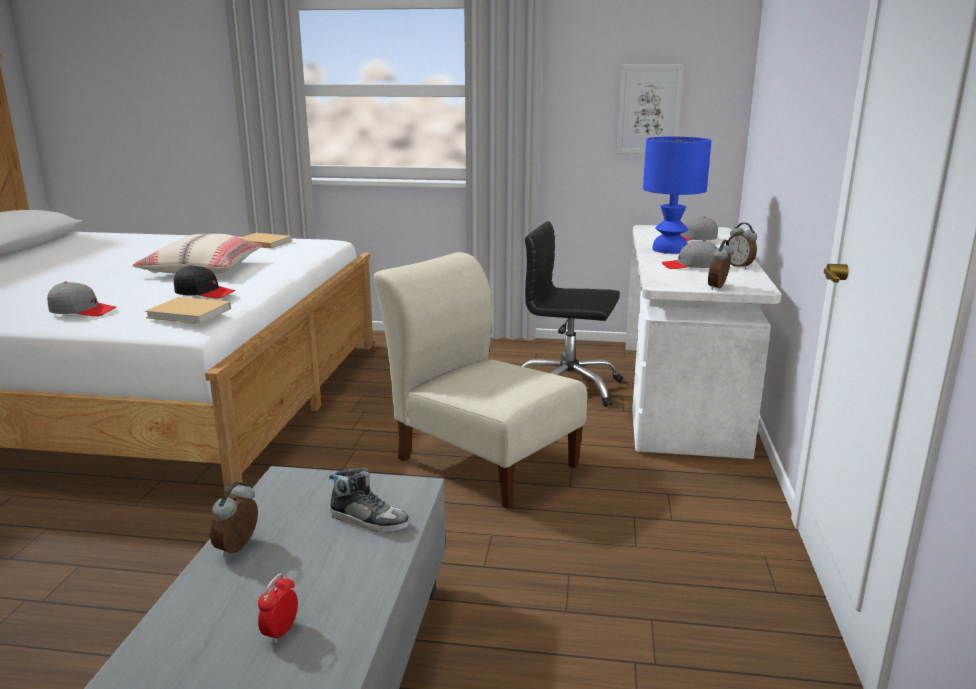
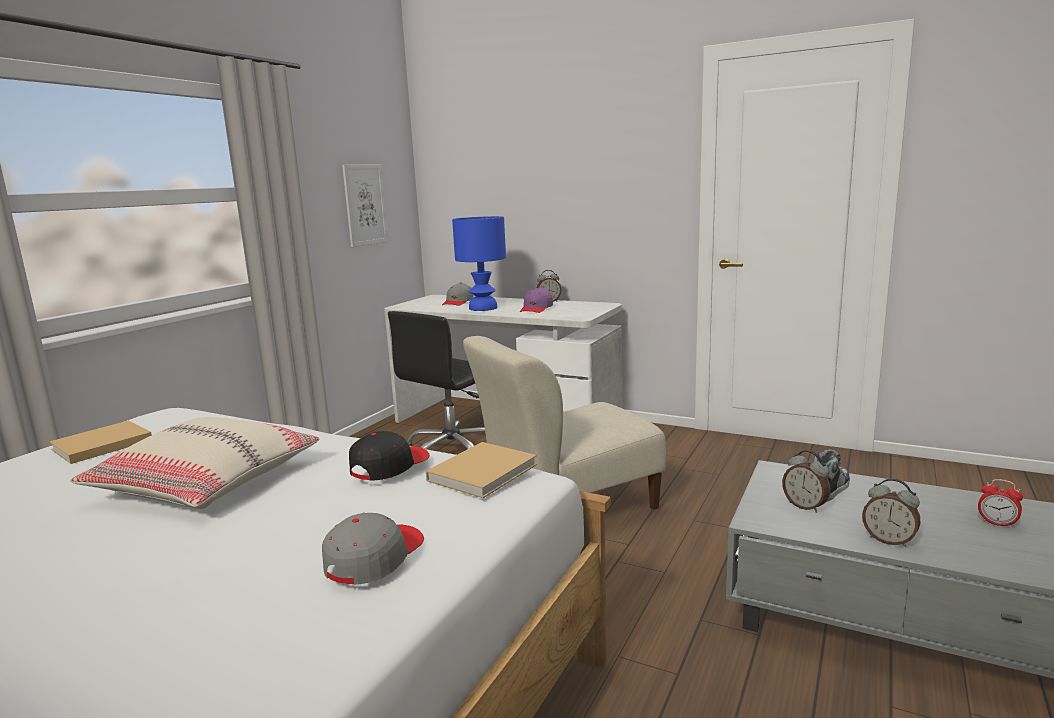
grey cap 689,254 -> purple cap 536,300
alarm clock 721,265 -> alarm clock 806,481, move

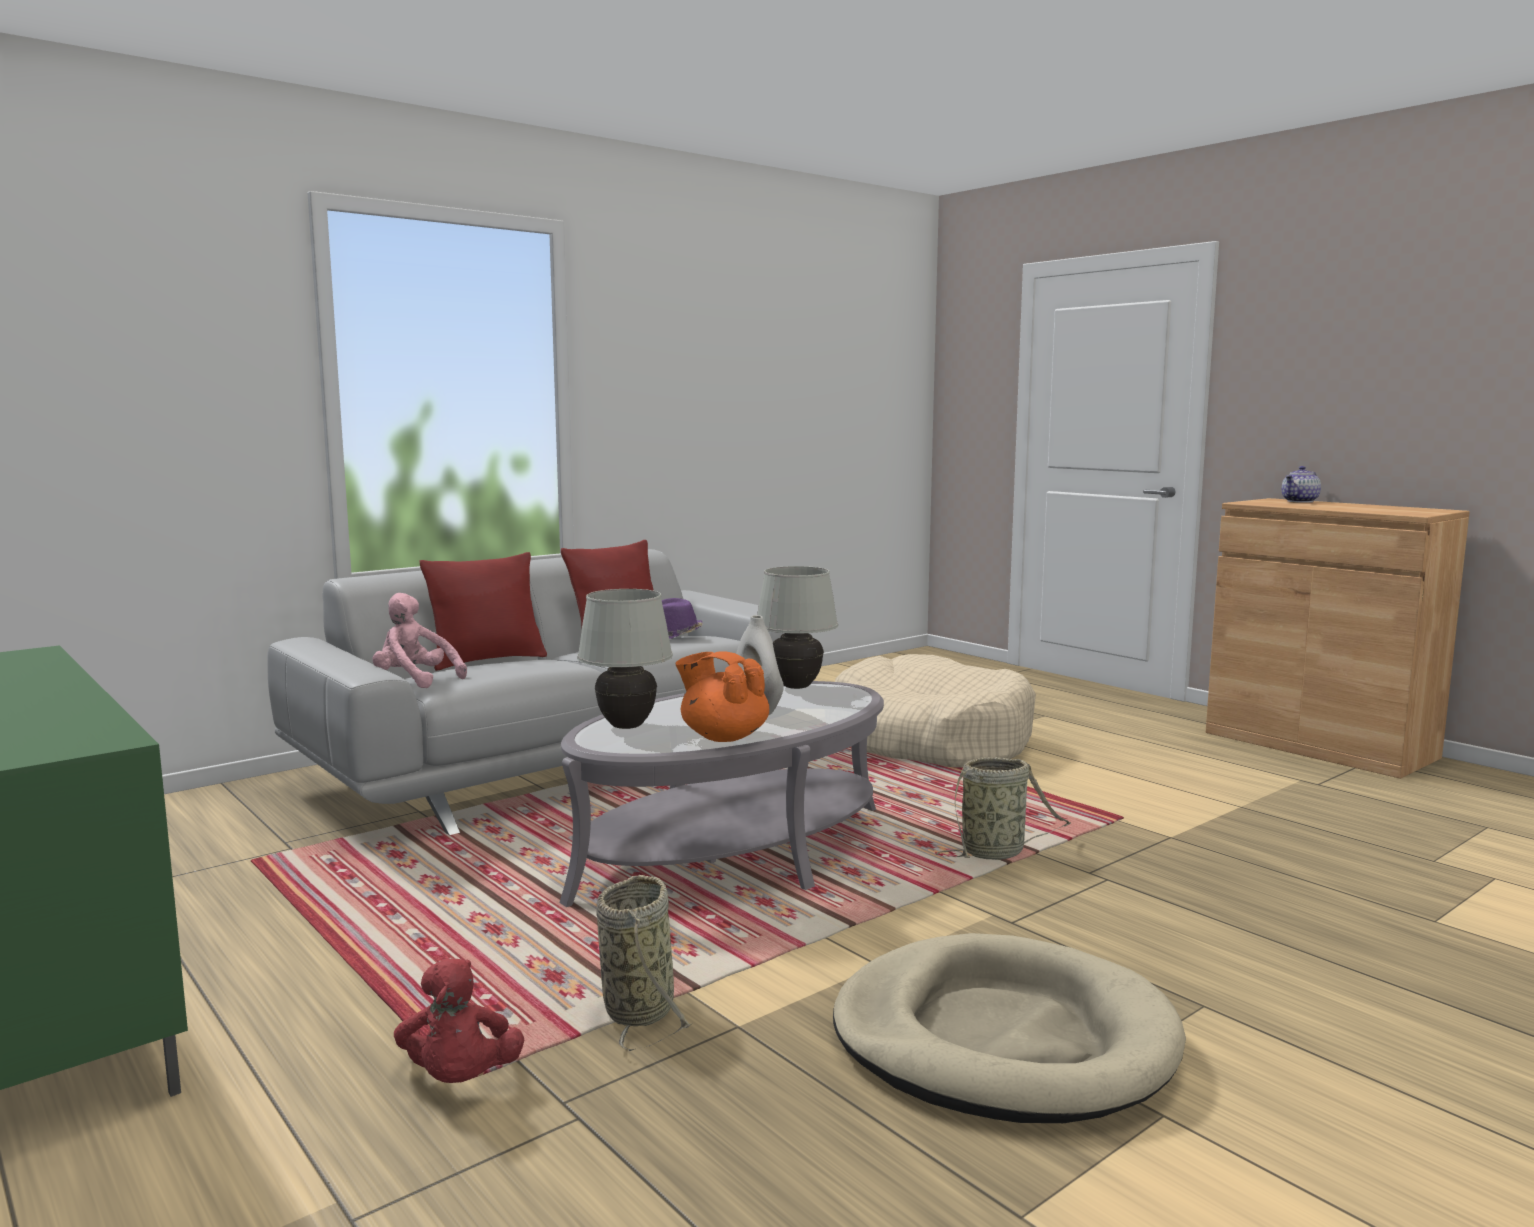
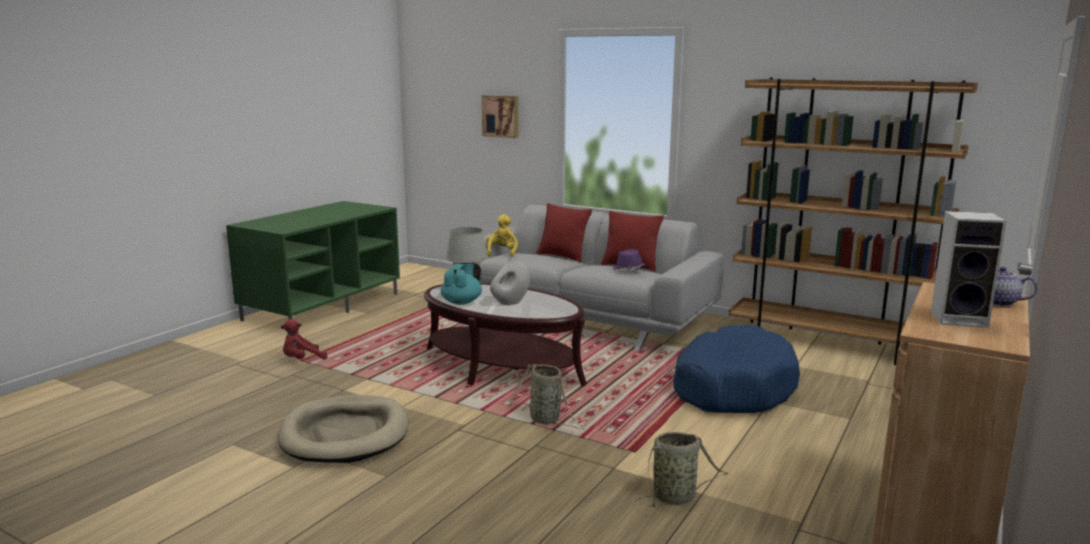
pink plush toy 420,640 -> yellow plush toy 502,235
grey coffee table 721,794 -> brown coffee table 505,334
basket 644,963 -> basket 682,470, move
orange teapot 722,696 -> turquoise teapot 461,284
white table lamp 797,627 -> none
beige dog bed 935,711 -> blue dog bed 736,369
none -> picture 500,116
none -> brown bookcase 853,221
none -> speaker 969,269

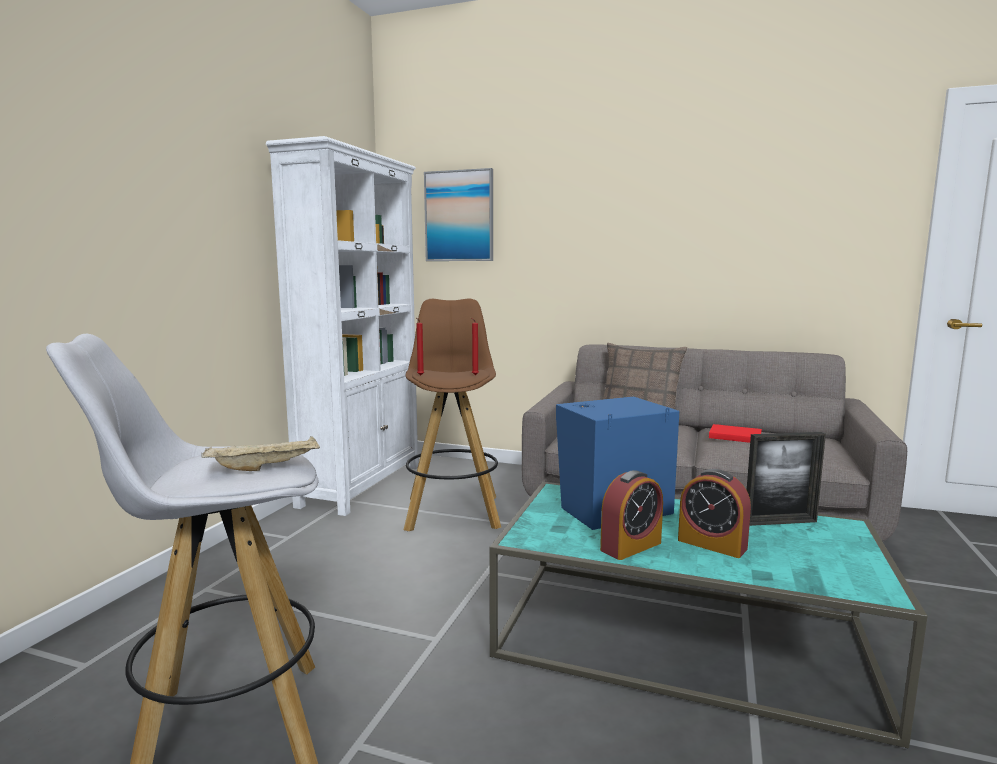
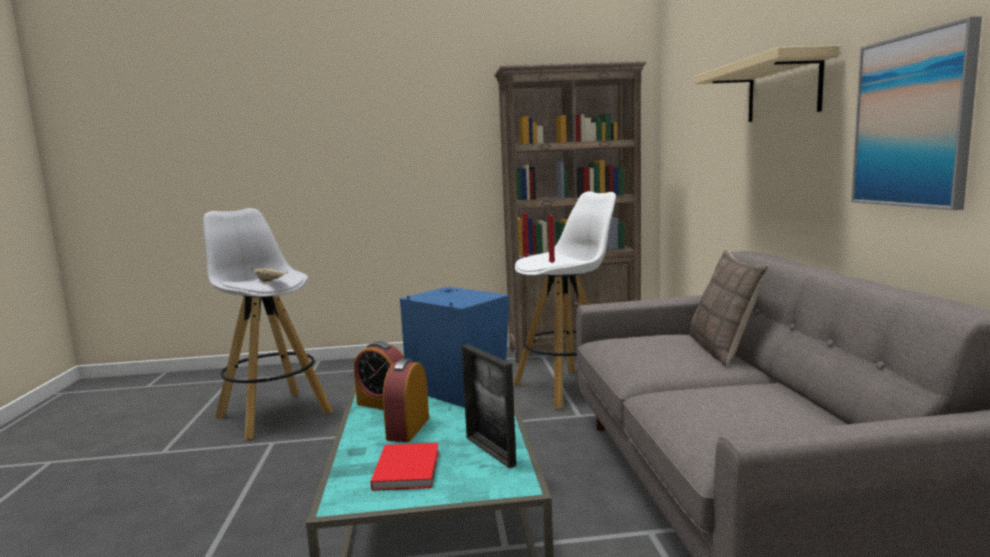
white bookcase 342,326 -> brown bookcase 570,212
brown stool 452,414 -> white stool 564,300
picture 458,214 -> picture 916,113, move
red book 735,433 -> red book 405,467, move
none -> beige shelf 767,83

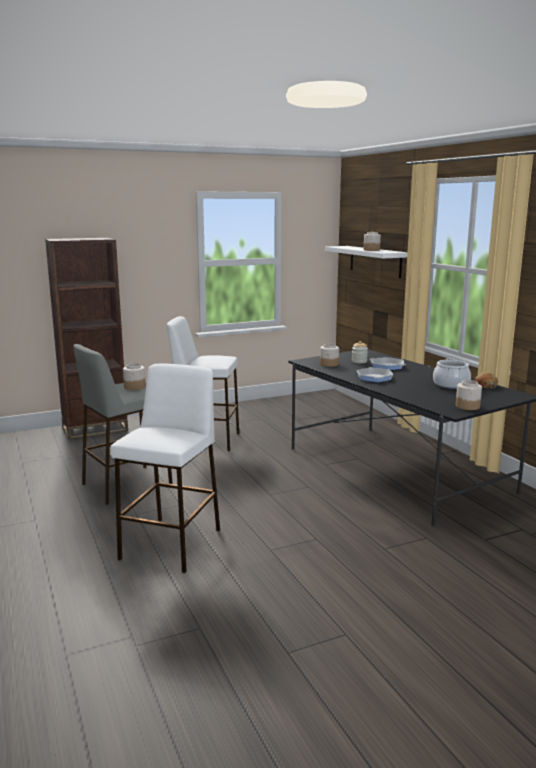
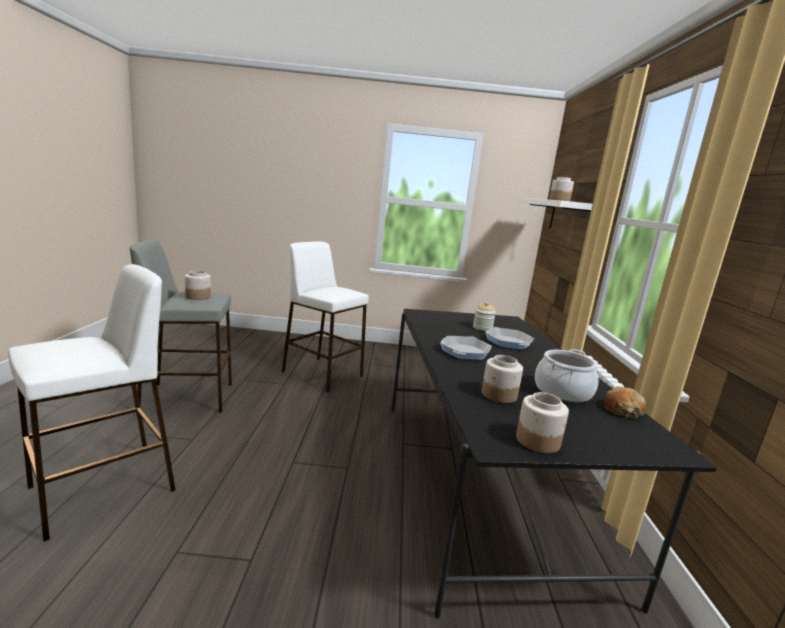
brown bookcase 86,339 -> none
jar 329,355 -> jar 502,379, move

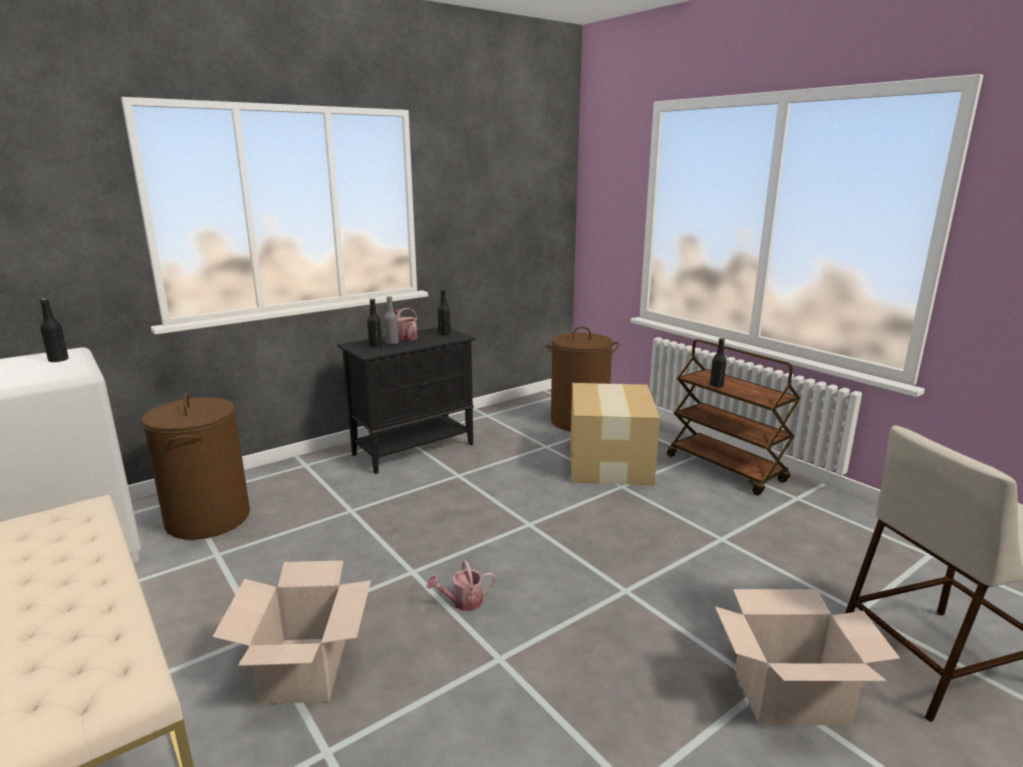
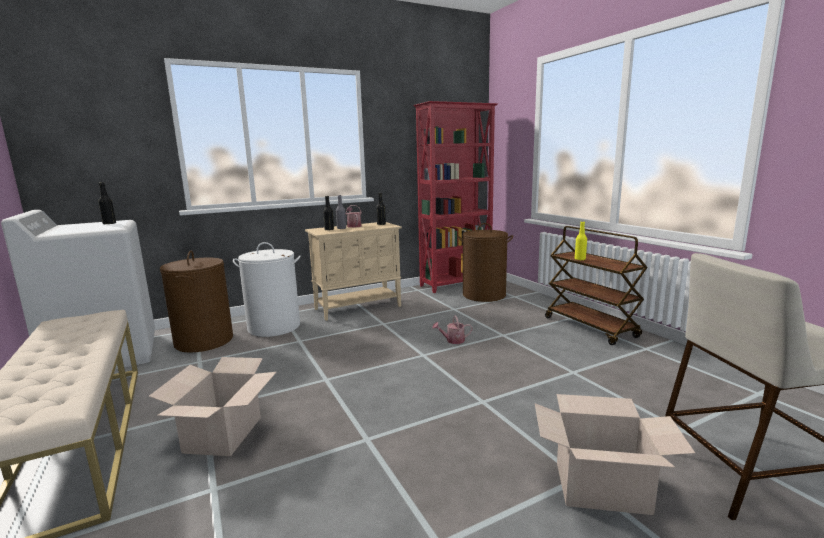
black cabinet 407,400 -> beige cabinet 353,271
watering can 461,586 -> watering can 452,329, move
cardboard box 615,434 -> none
black bottle 718,362 -> yellow bottle 581,240
none -> white laundry basket 267,289
none -> red bookcase 455,197

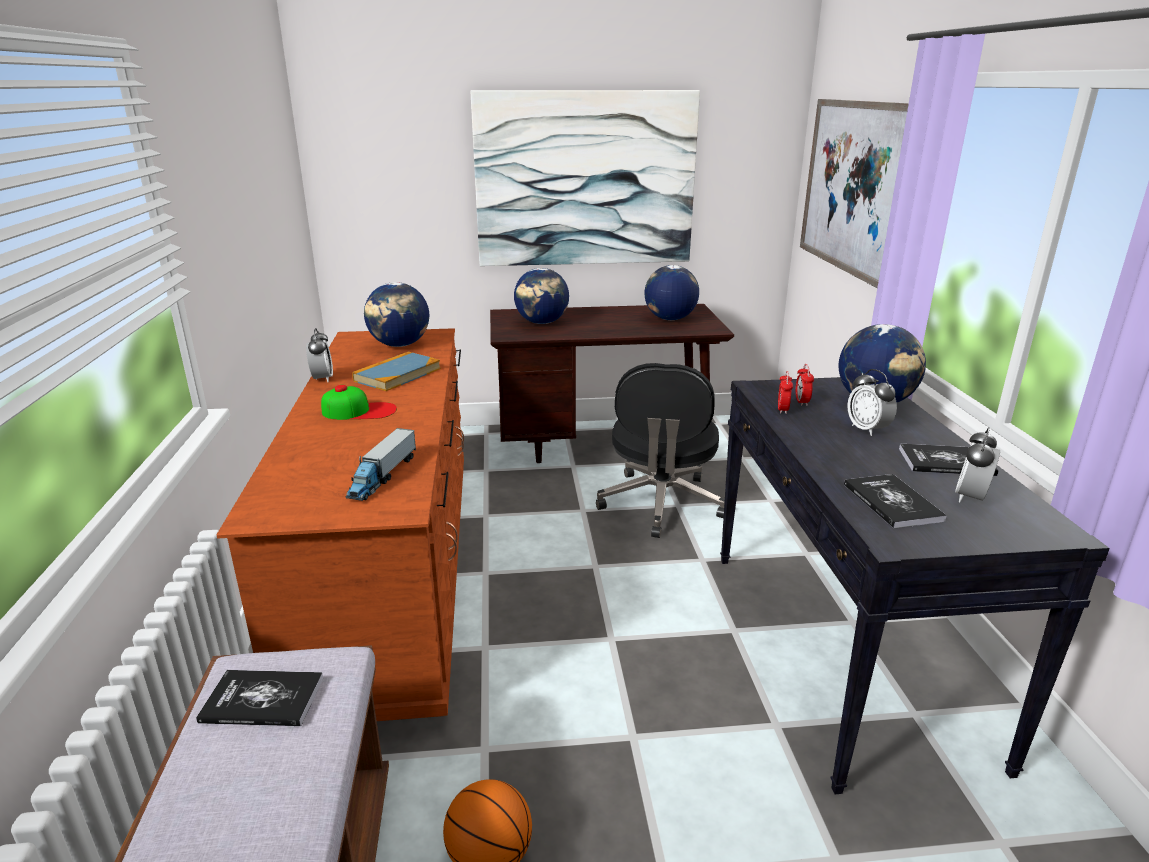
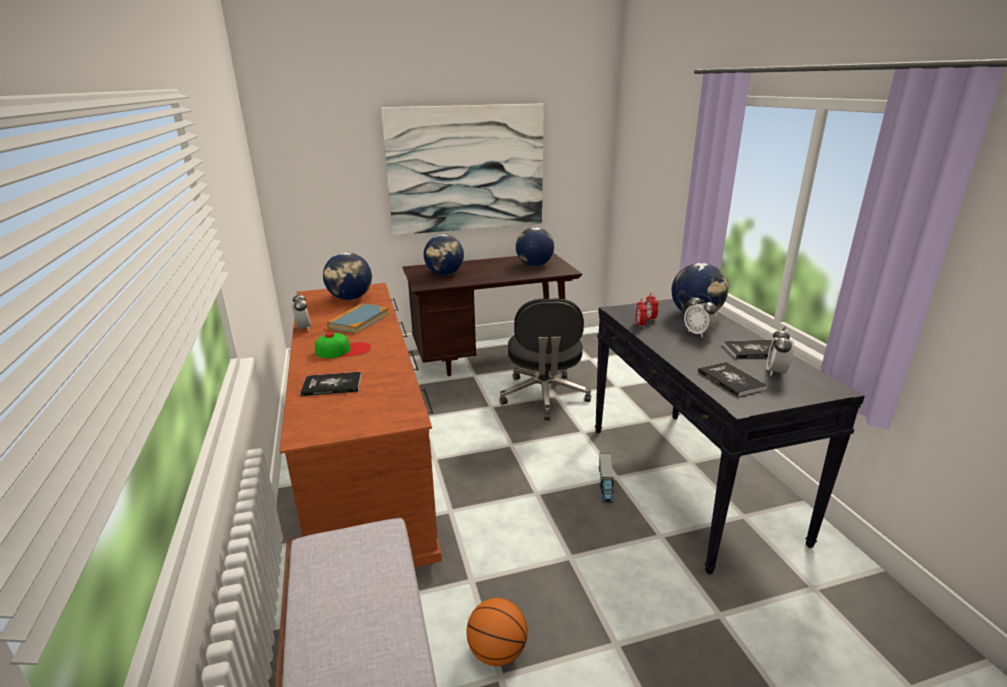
book 259,698 -> book 330,384, move
toy truck 381,464 -> toy truck 606,478, move
picture 854,193 -> none

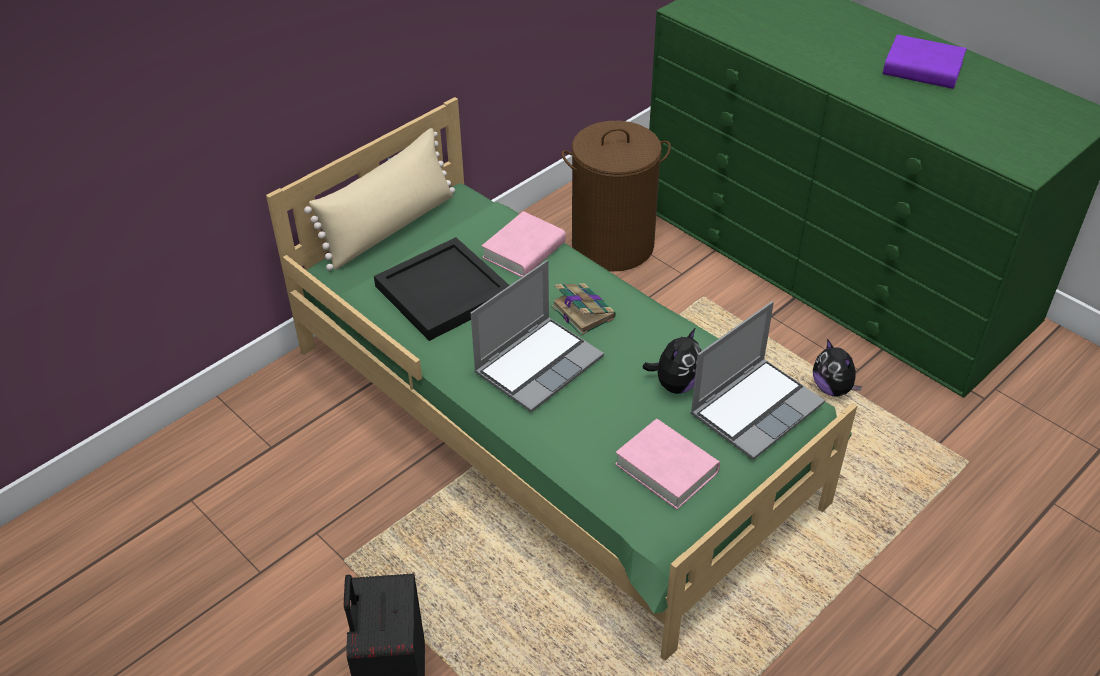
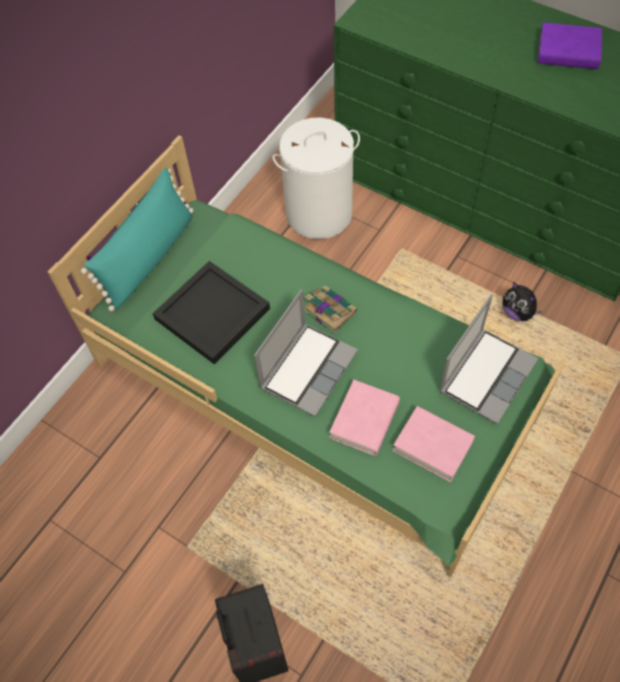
beige pillow 379,199 -> turquoise pillow 137,239
pink book 524,244 -> pink book 364,418, move
brown laundry basket 616,196 -> white laundry basket 316,178
plush toy 672,361 -> none

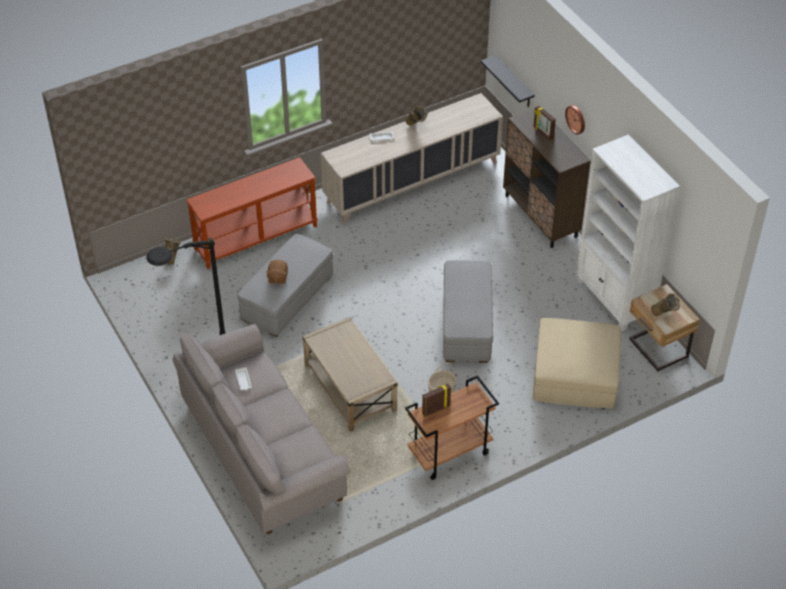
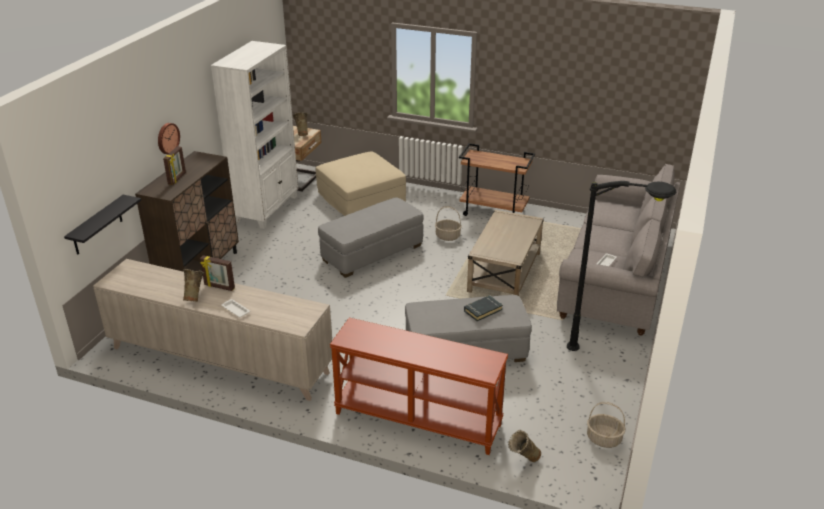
brown plush toy 276,272 -> black book 483,308
picture frame 436,400 -> picture frame 217,273, move
none -> basket 606,425

